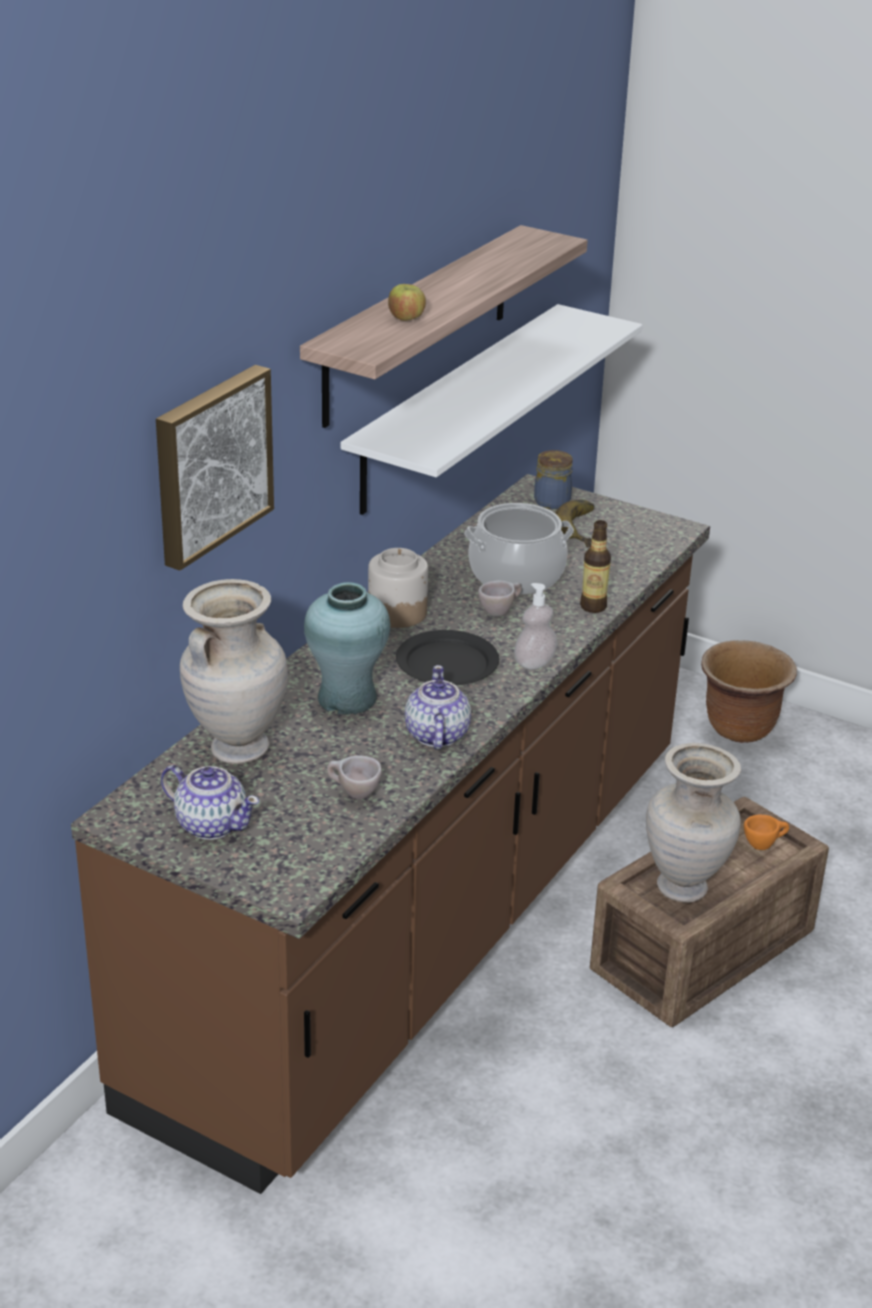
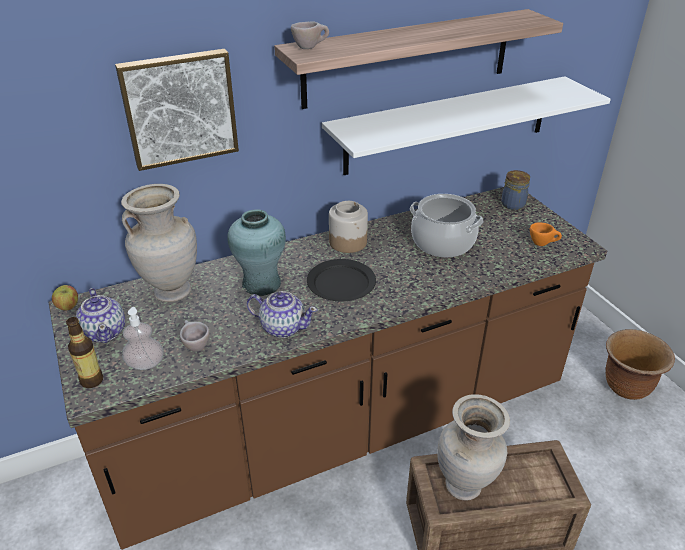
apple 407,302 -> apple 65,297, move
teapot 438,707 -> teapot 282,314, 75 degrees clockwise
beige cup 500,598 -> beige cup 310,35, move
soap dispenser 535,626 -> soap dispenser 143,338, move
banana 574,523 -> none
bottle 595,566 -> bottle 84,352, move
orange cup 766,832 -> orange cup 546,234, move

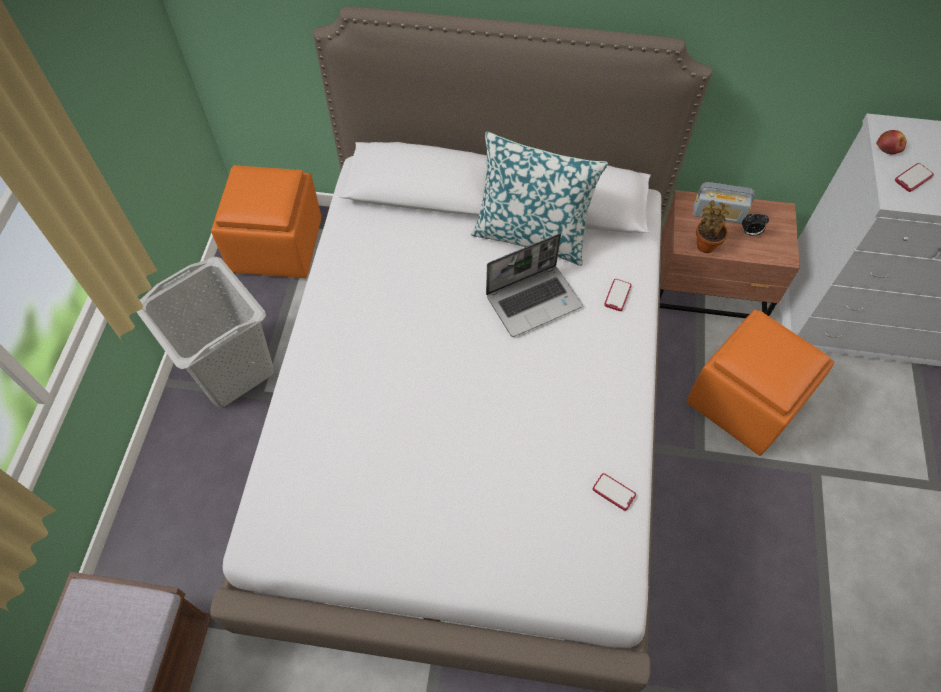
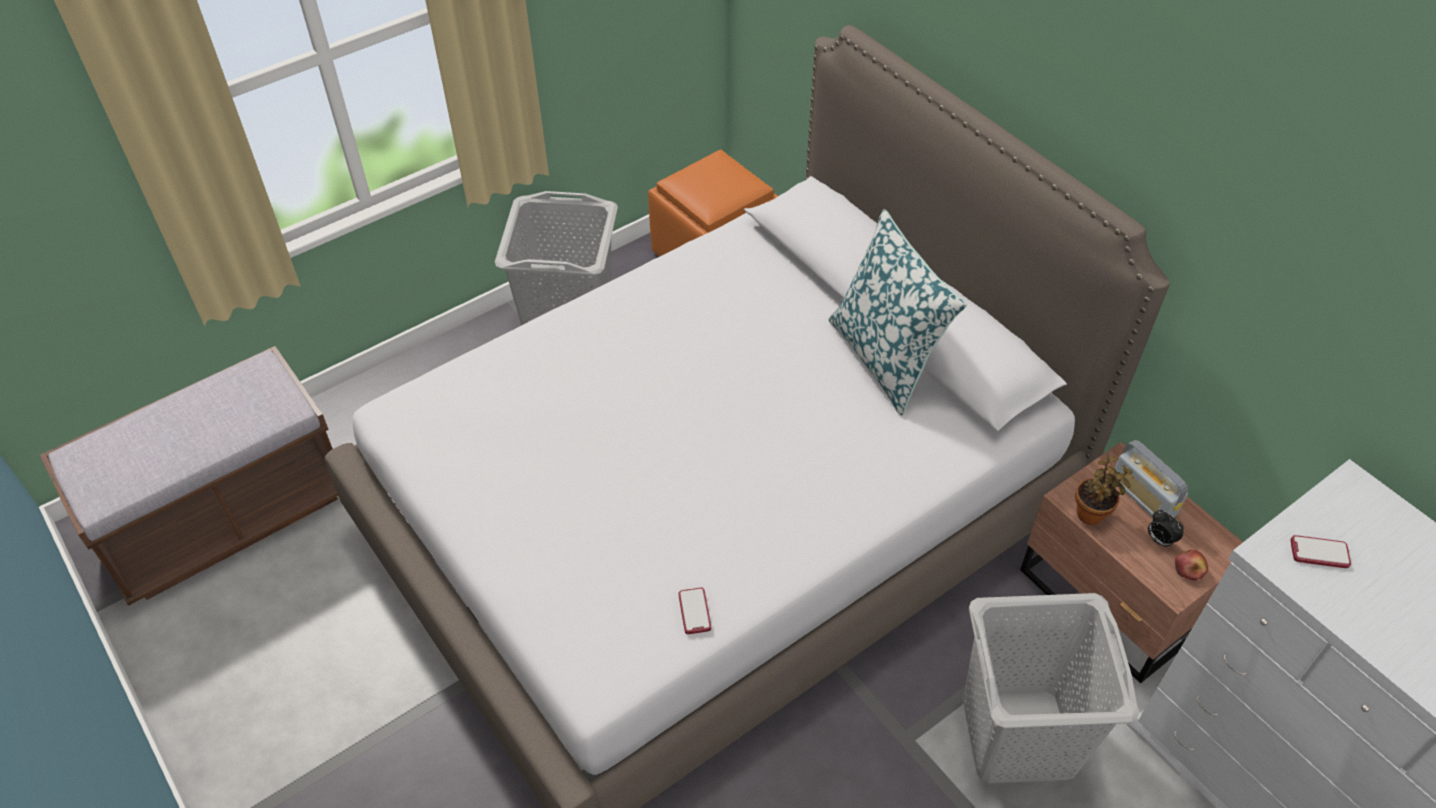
laptop 534,285 -> none
phone 618,295 -> none
orange ottoman 760,383 -> grey laundry basket 1051,688
apple 891,142 -> apple 1191,565, move

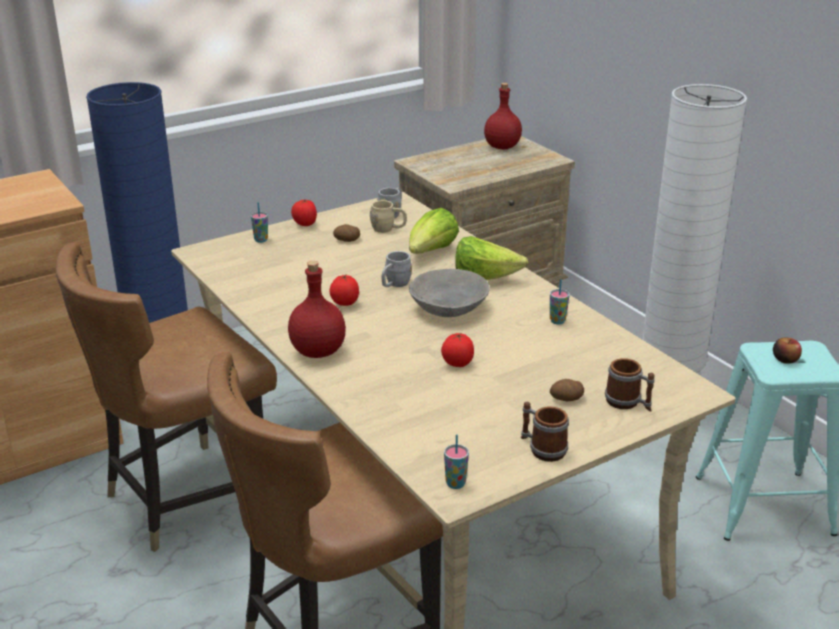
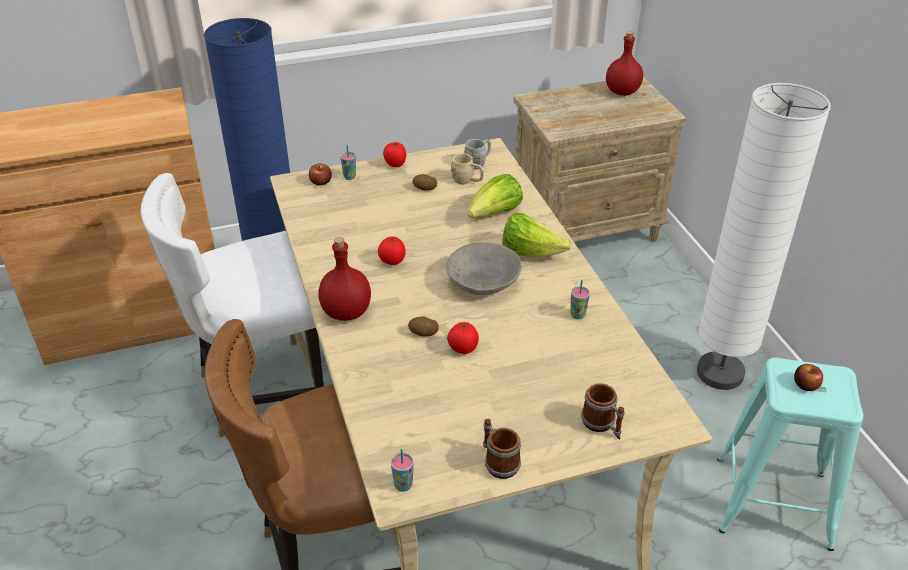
brown chair 166,397 -> white chair 232,305
grey mug 397,269 -> none
potato 567,390 -> potato 423,326, move
none -> apple 320,174

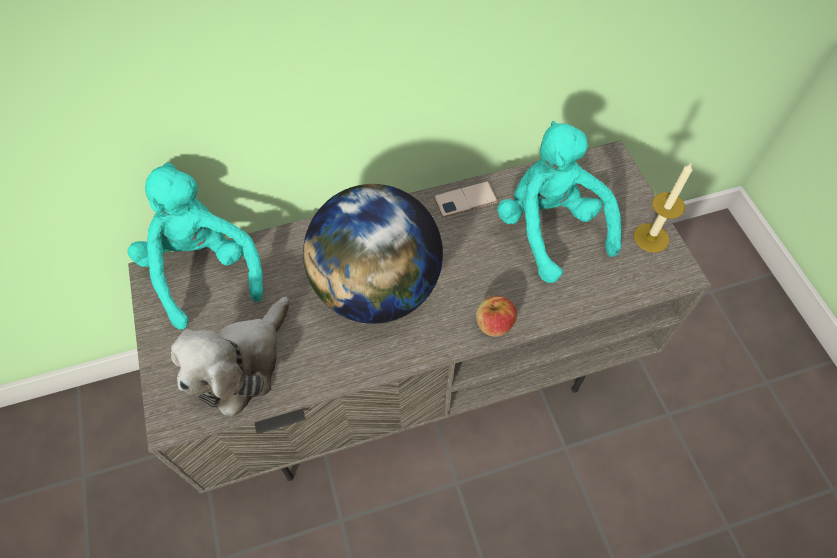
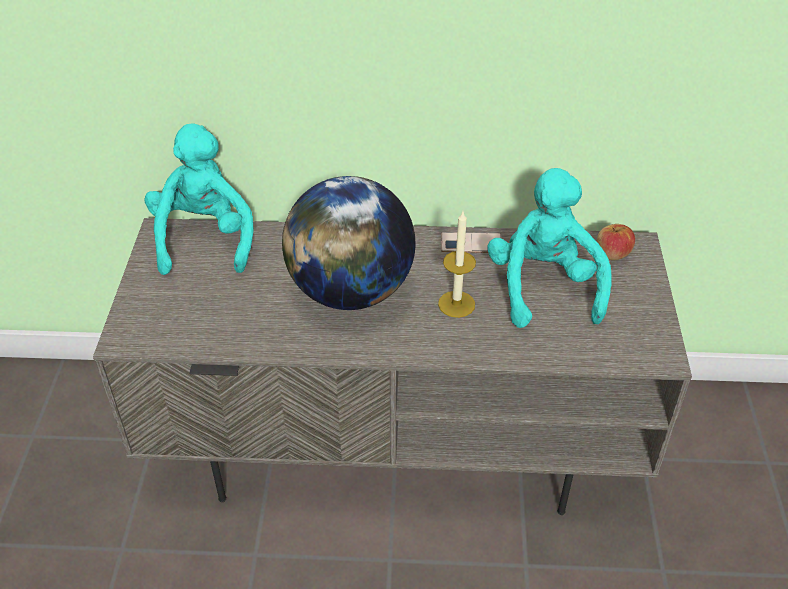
plush toy 230,357 -> none
apple 496,316 -> apple 616,242, move
candle 663,207 -> candle 457,264, move

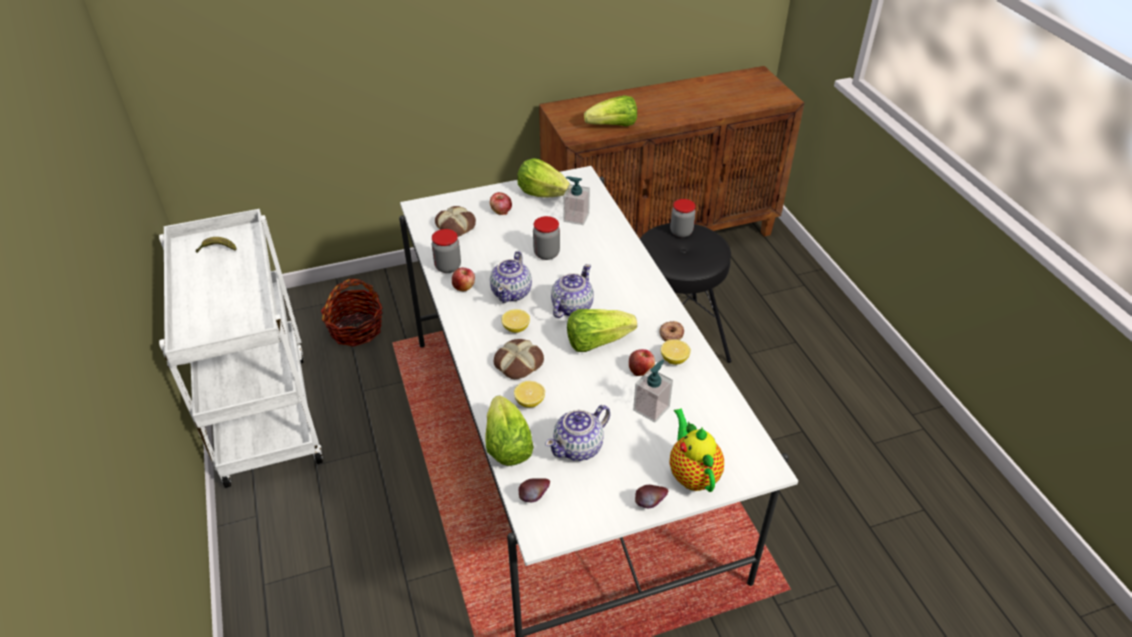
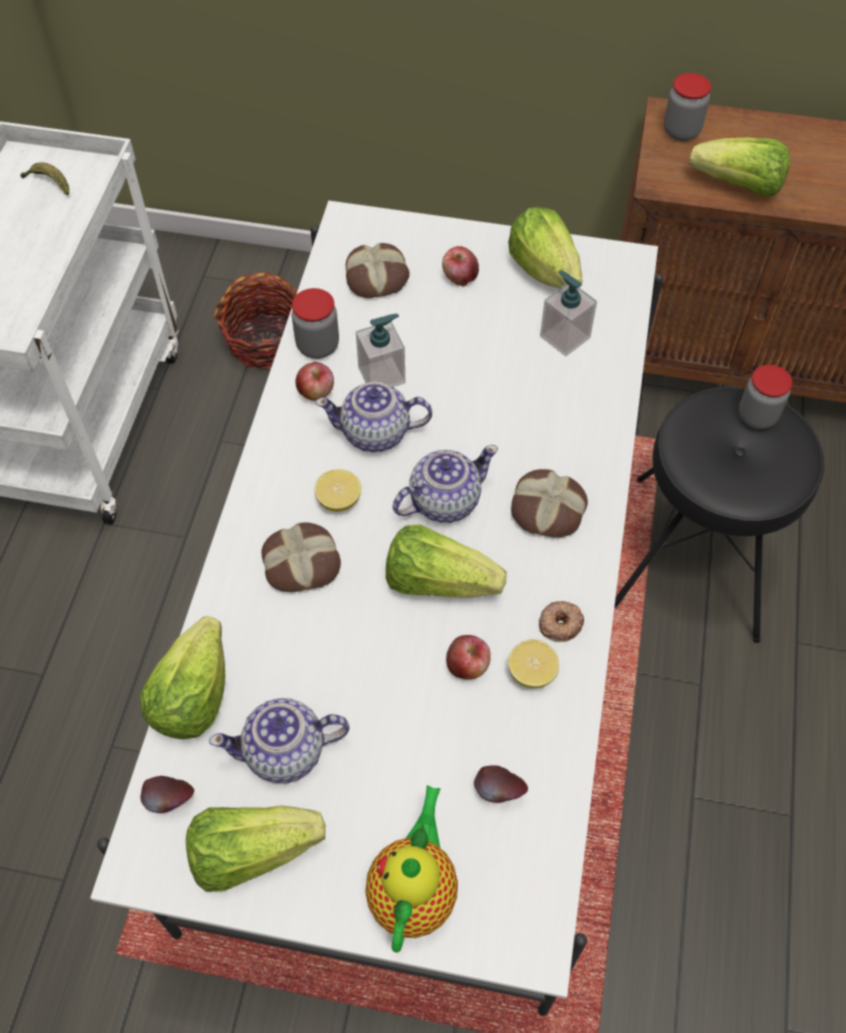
teapot 511,277 -> teapot 373,417, 45 degrees clockwise
lemon 529,394 -> none
jar 546,238 -> jar 687,107, move
soap dispenser 653,391 -> soap dispenser 380,350, move
apple 652,496 -> apple 501,784, move
none -> lettuce 256,849
none -> bread 549,503

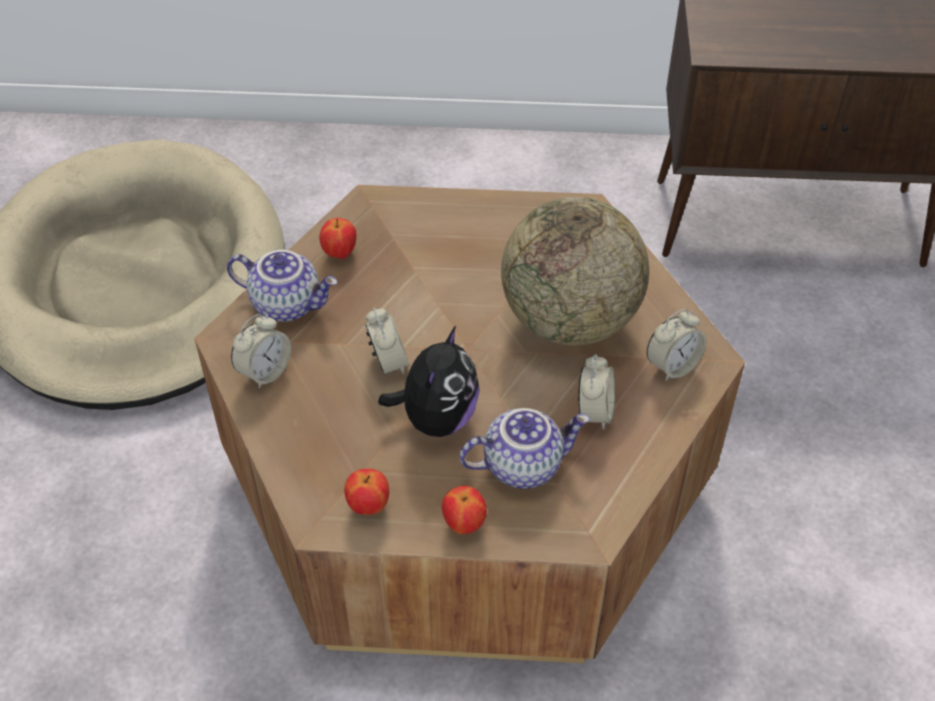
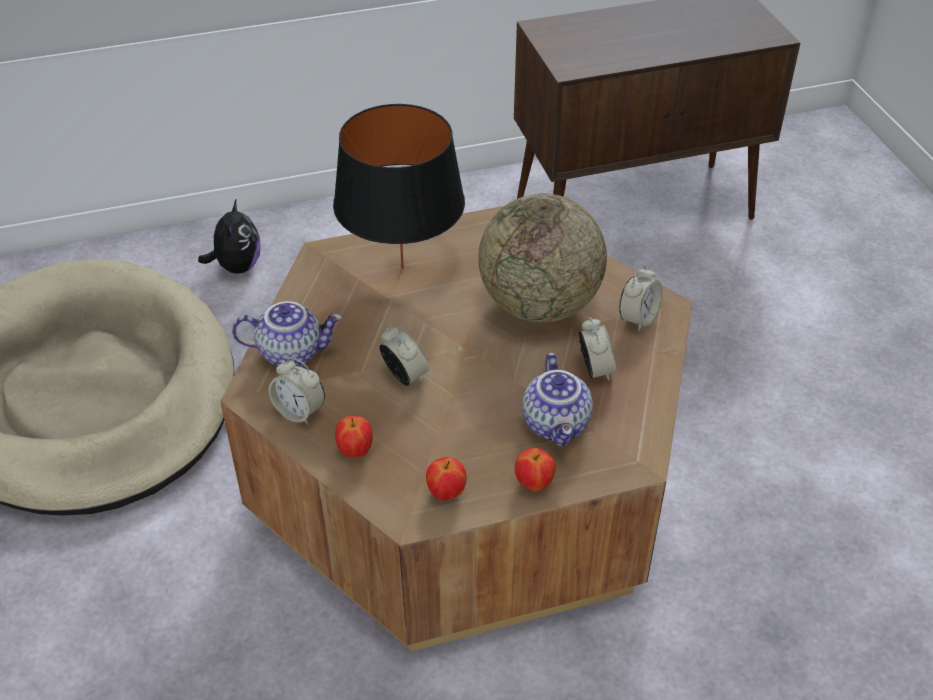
alarm clock 261,351 -> alarm clock 296,391, 105 degrees clockwise
apple 338,238 -> apple 354,436, move
plush toy 429,381 -> plush toy 229,237, move
teapot 524,448 -> teapot 558,399, 120 degrees clockwise
none -> black table lamp 399,186

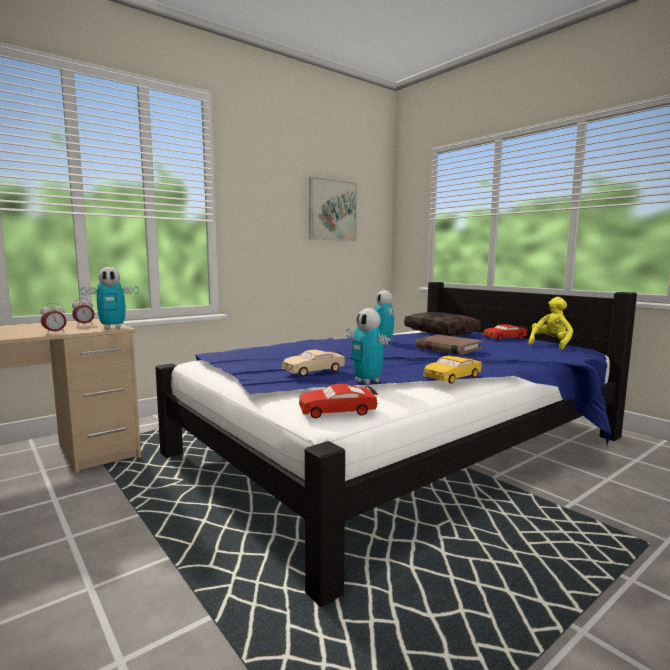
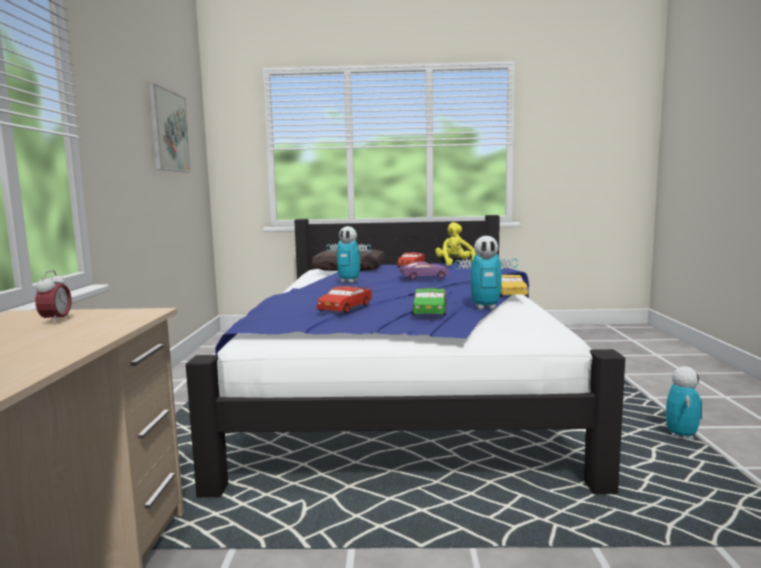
alarm clock 53,319 -> none
toy robot 110,298 -> toy robot 684,403, move
beige toy car 314,363 -> green toy car 429,302
red toy car 339,401 -> red toy car 344,299, move
brown book 449,345 -> purple toy car 424,270

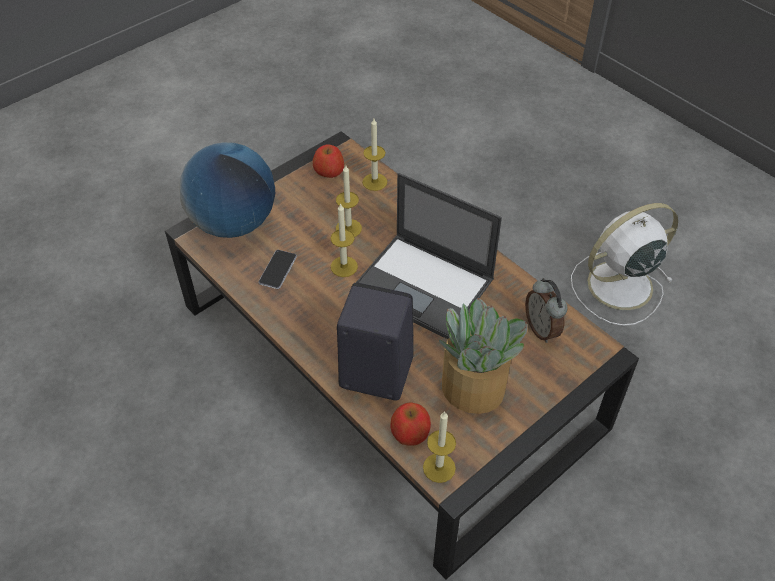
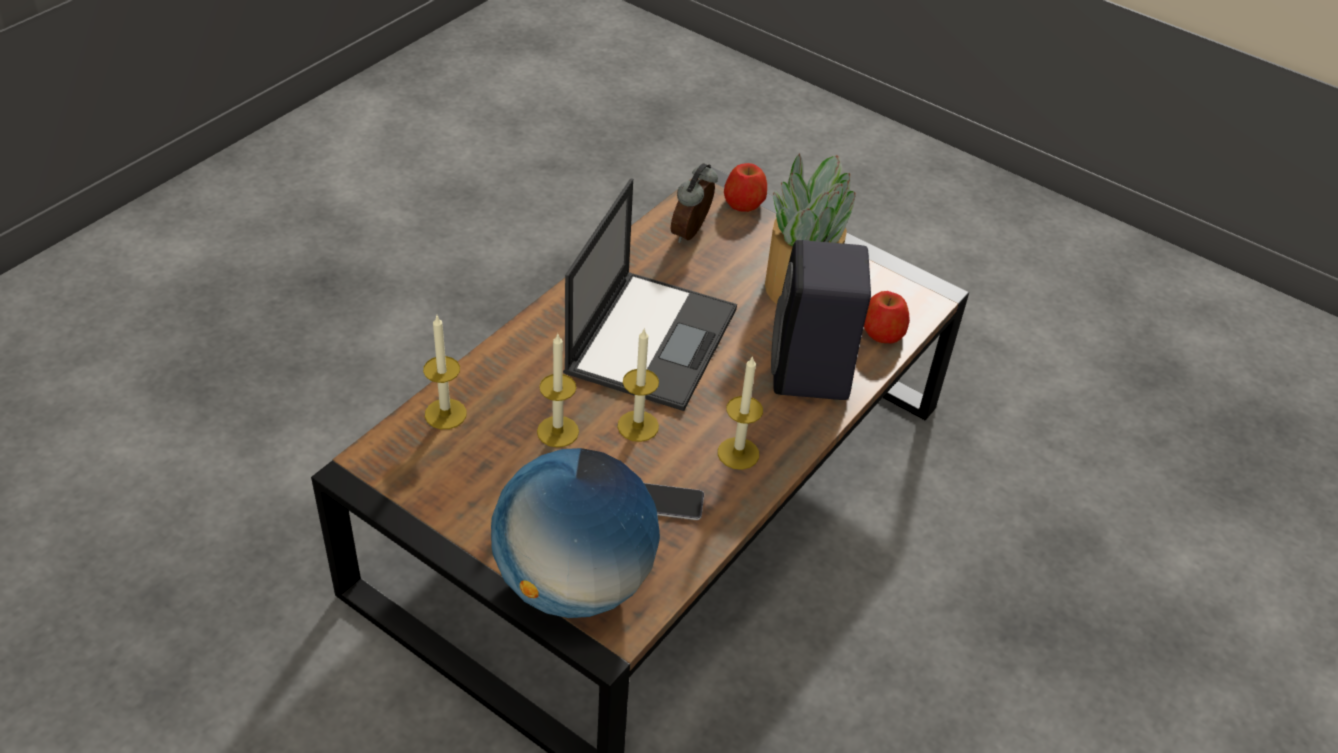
apple 328,161 -> apple 745,187, move
candle 439,447 -> candle 740,413, move
alarm clock 546,310 -> alarm clock 694,203, 150 degrees clockwise
white fan 624,264 -> none

